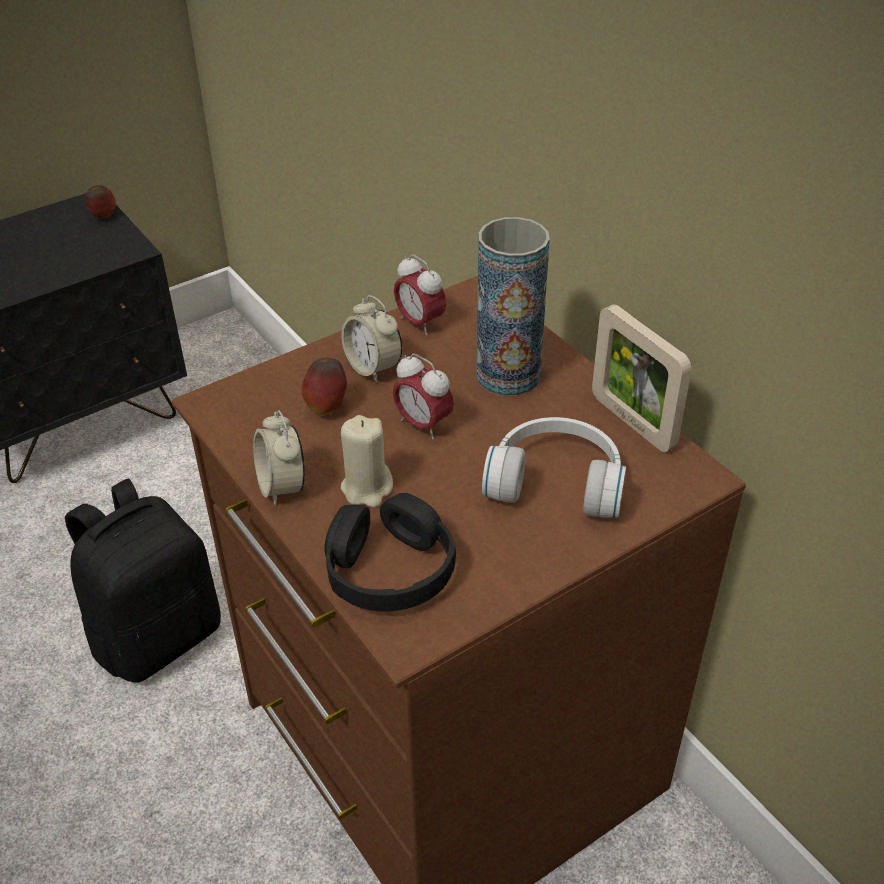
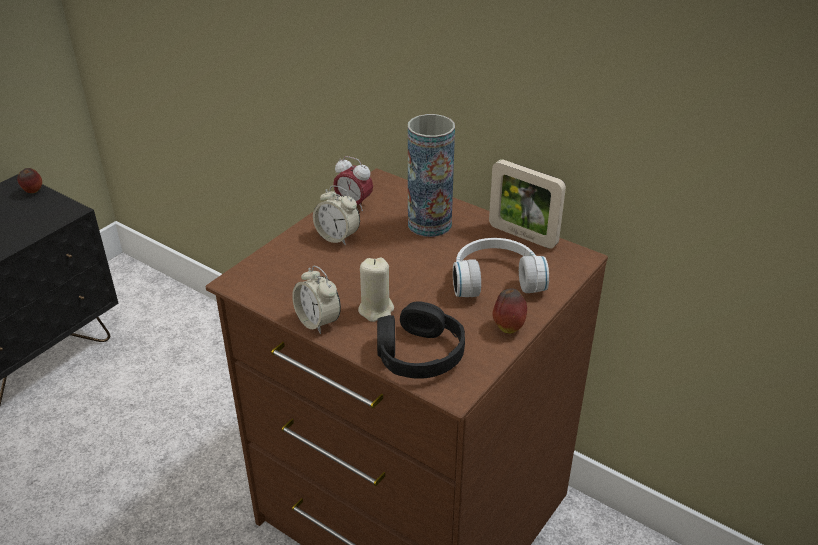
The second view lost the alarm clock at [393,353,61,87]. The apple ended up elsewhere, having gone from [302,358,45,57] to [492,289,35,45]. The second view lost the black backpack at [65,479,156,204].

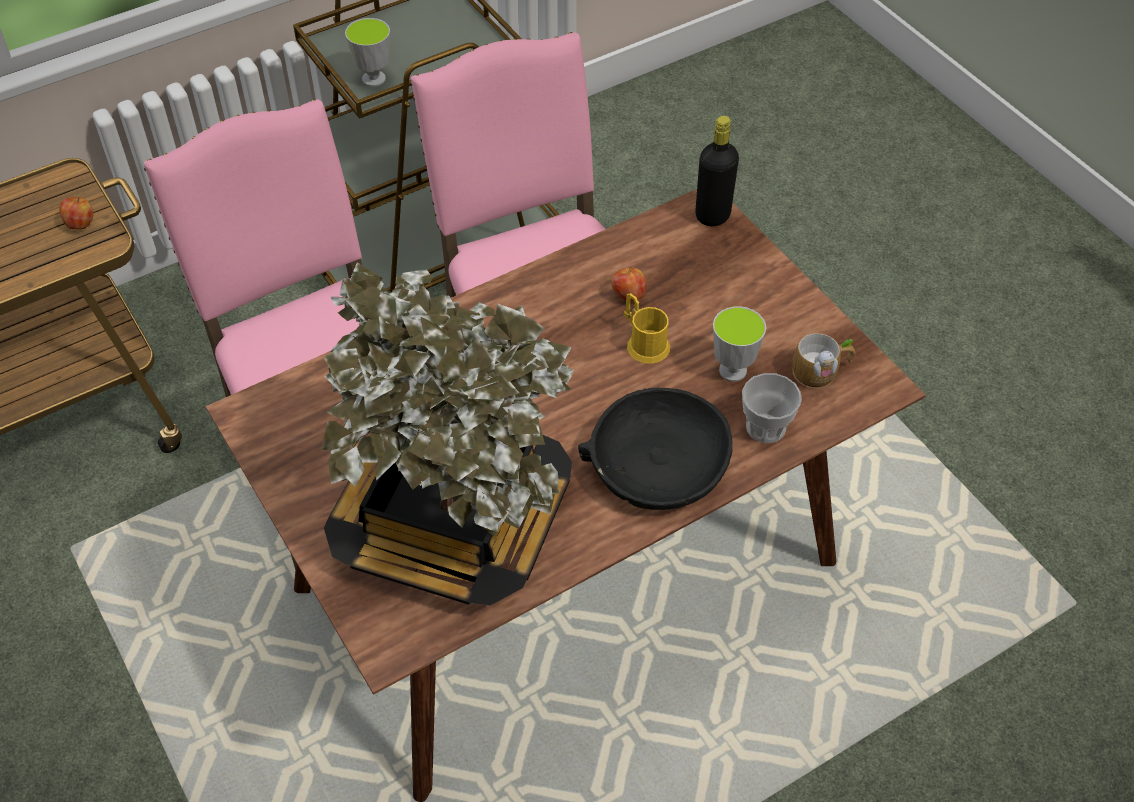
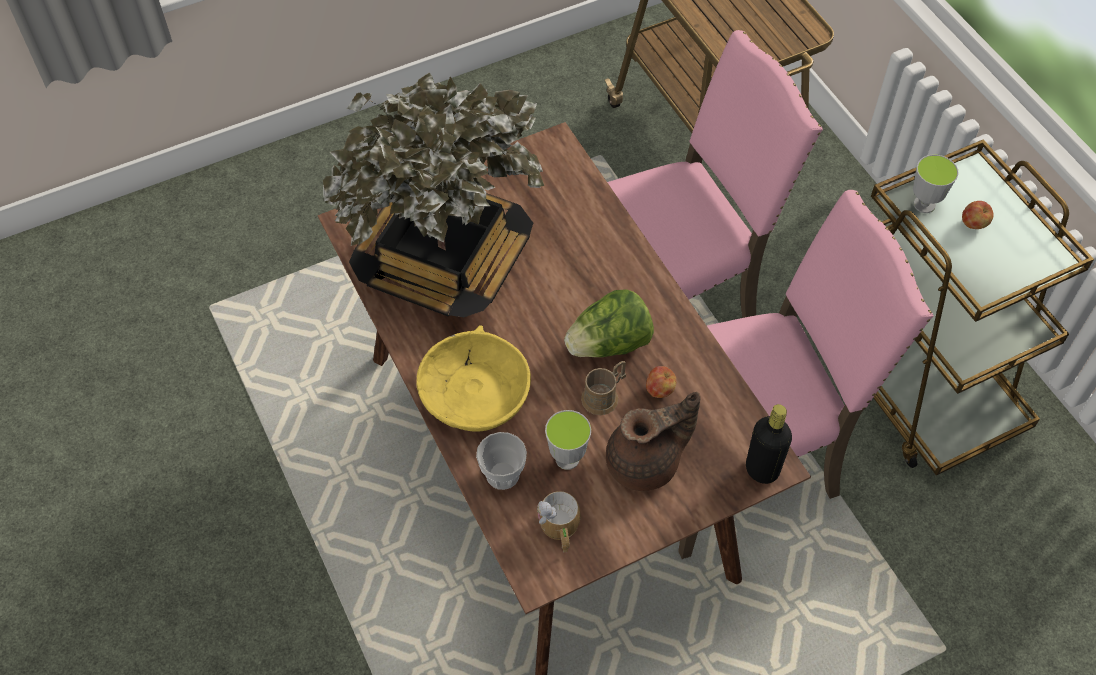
The apple ended up elsewhere, having gone from [59,197,35,32] to [962,201,31,28]. What was the yellow mug at [624,293,46,71] turned into the brown mug at [581,361,45,54]. What was the black bowl at [578,388,155,122] turned into the yellow bowl at [416,325,115,107]. The second view gained the lettuce at [564,289,90,68]. The second view gained the brown teapot at [606,392,95,99].

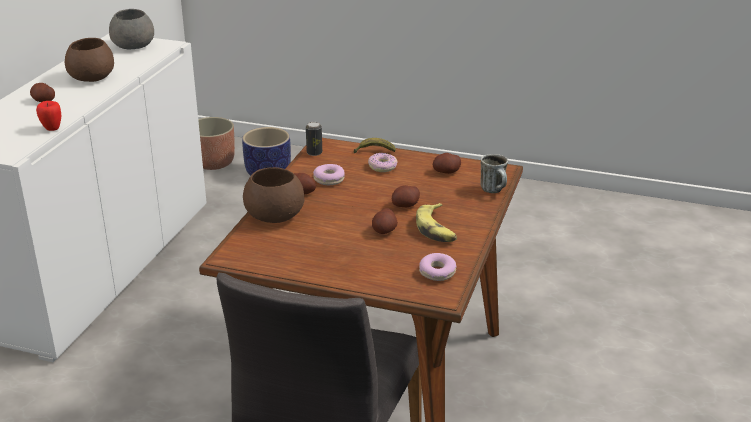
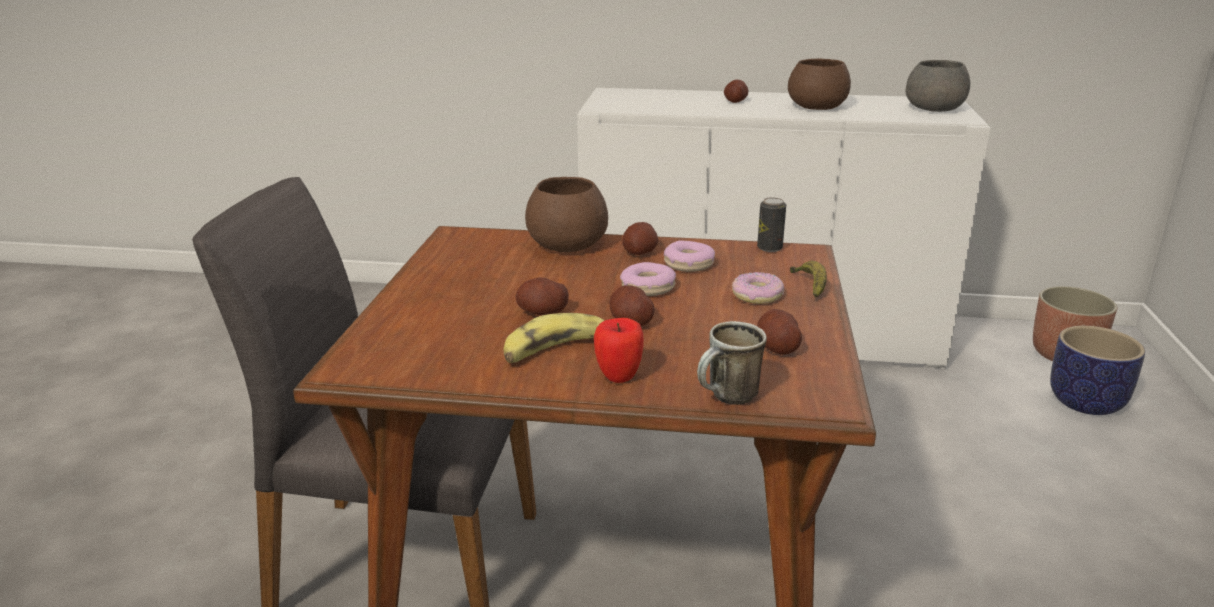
The apple ended up elsewhere, having gone from [36,101,25,30] to [594,318,50,65]. The donut ended up elsewhere, having gone from [419,253,37,28] to [620,262,56,34].

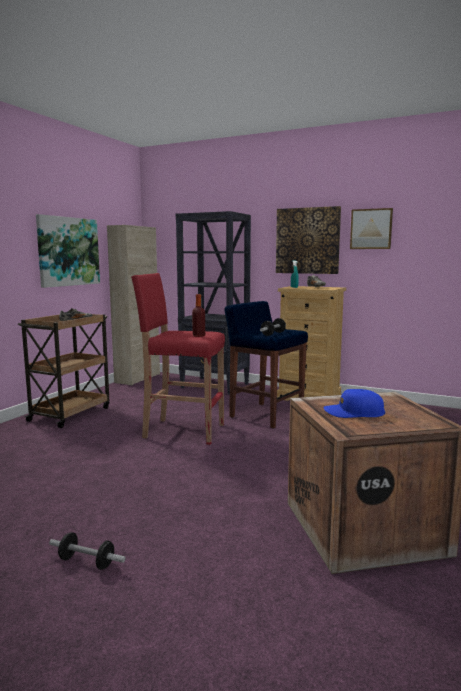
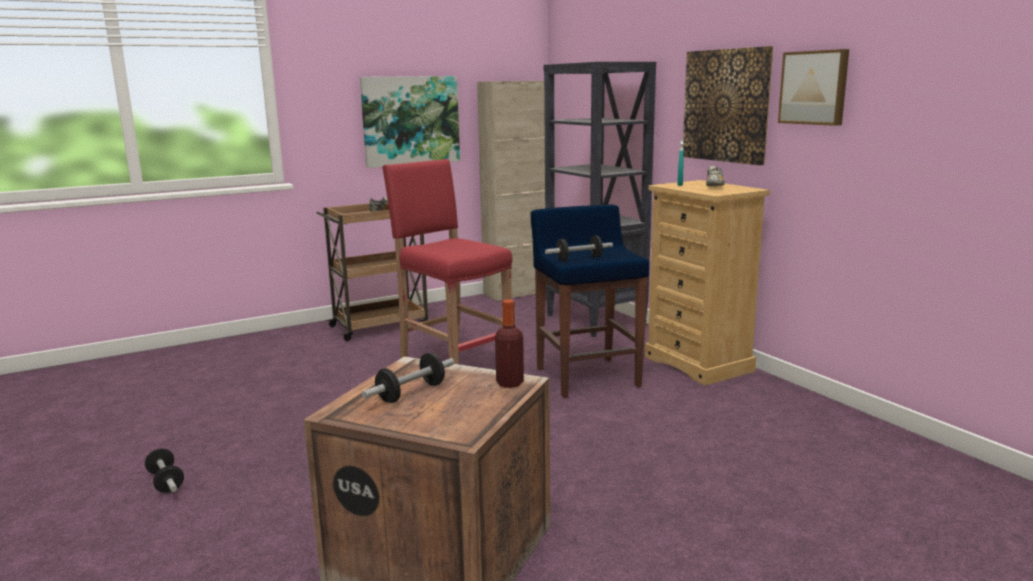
The bottle ended up elsewhere, having gone from [192,294,13,43] to [495,299,29,89]. Where the blue cap stood at [323,389,62,29], the dumbbell came to stand at [362,353,92,50].

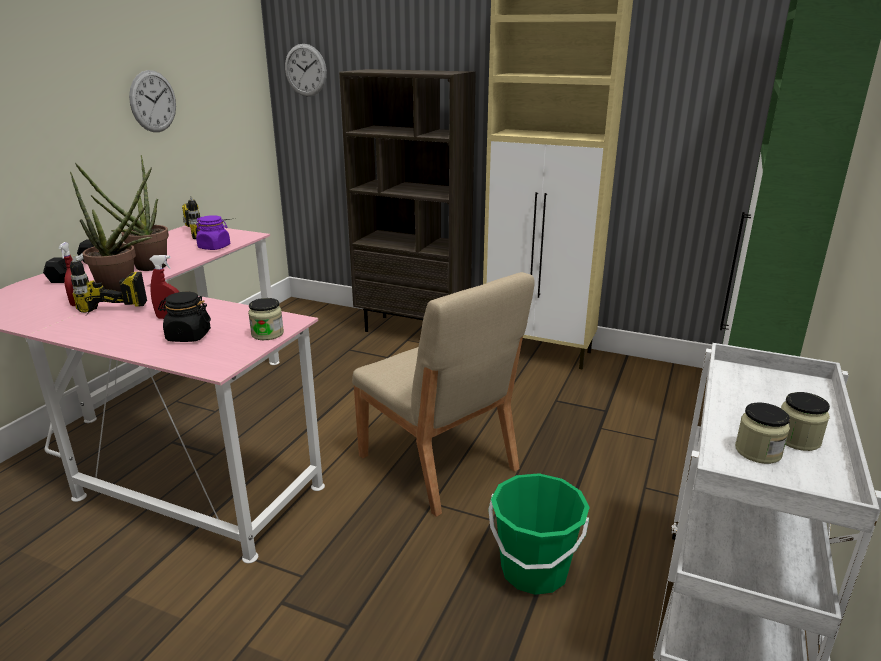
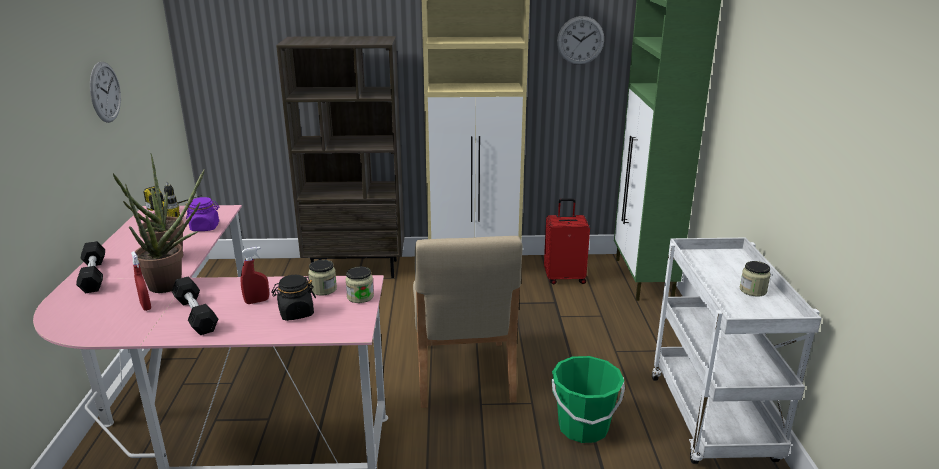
The wall clock ended up elsewhere, having gone from [285,44,42,52] to [557,16,47,49]. Where the power drill stood at [70,256,77,57], the black dumbbell came to stand at [172,276,46,59]. The beige chair at [352,272,183,245] ended up facing another way, 60 degrees clockwise from before. The jar ended up elsewhere, having gone from [735,403,55,61] to [308,260,29,36]. The second view gained the red suitcase at [544,198,46,86].

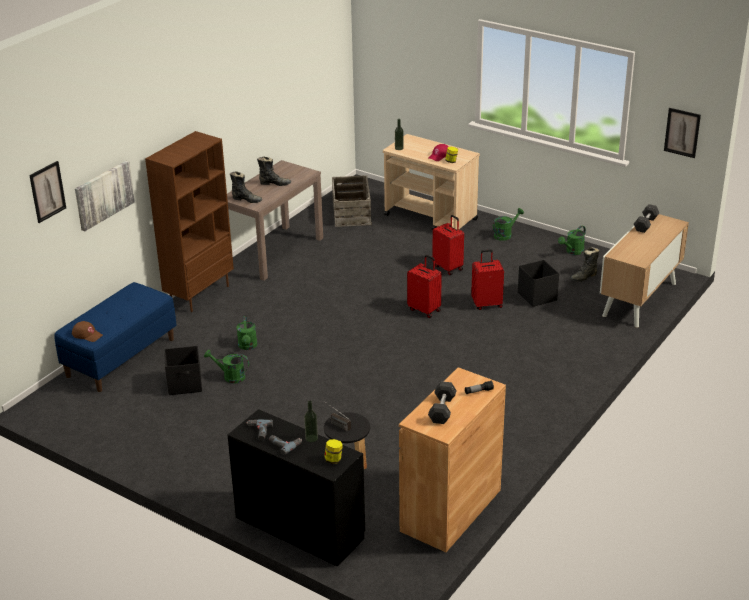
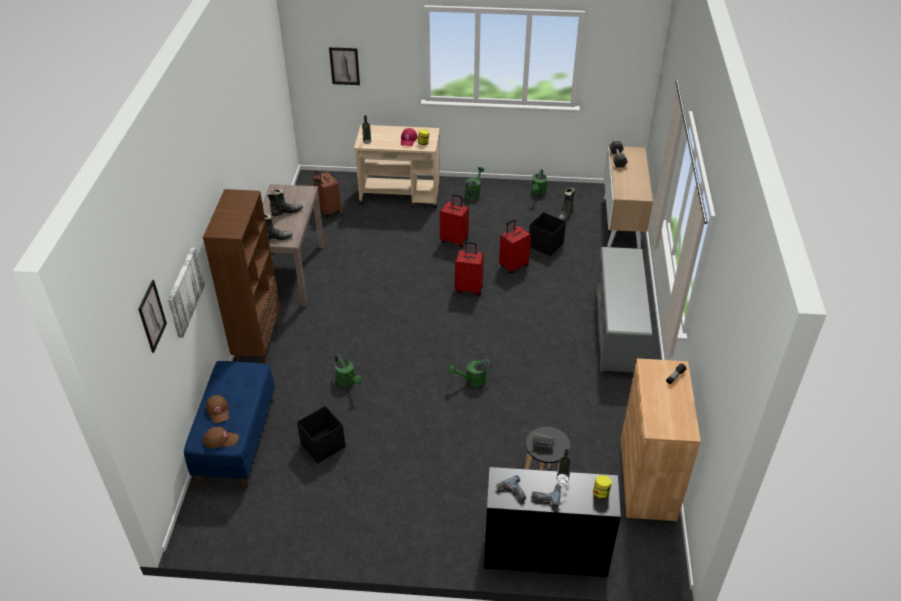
The picture ended up elsewhere, having gone from [664,108,37,50] to [329,47,31,38]. Where the crate stood at [332,175,40,52], the brown suitcase came to stand at [313,170,28,47]. The green watering can ended up elsewhere, having gone from [204,350,45,34] to [448,359,44,29]. The second view lost the grey dumbbell at [428,381,29,43]. The second view gained the grey shoe rack at [595,247,57,126]. The second view gained the brown cap at [206,395,23,28].

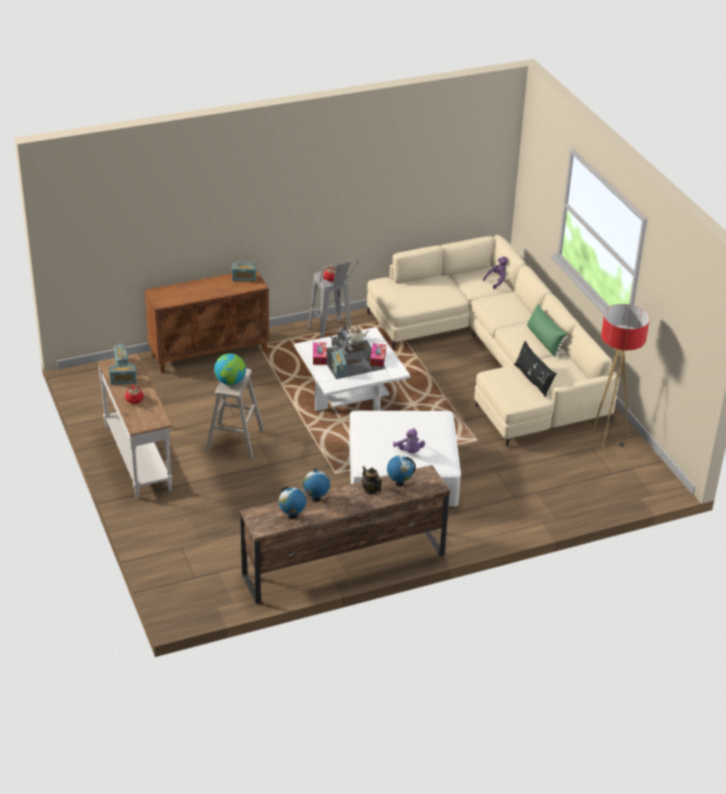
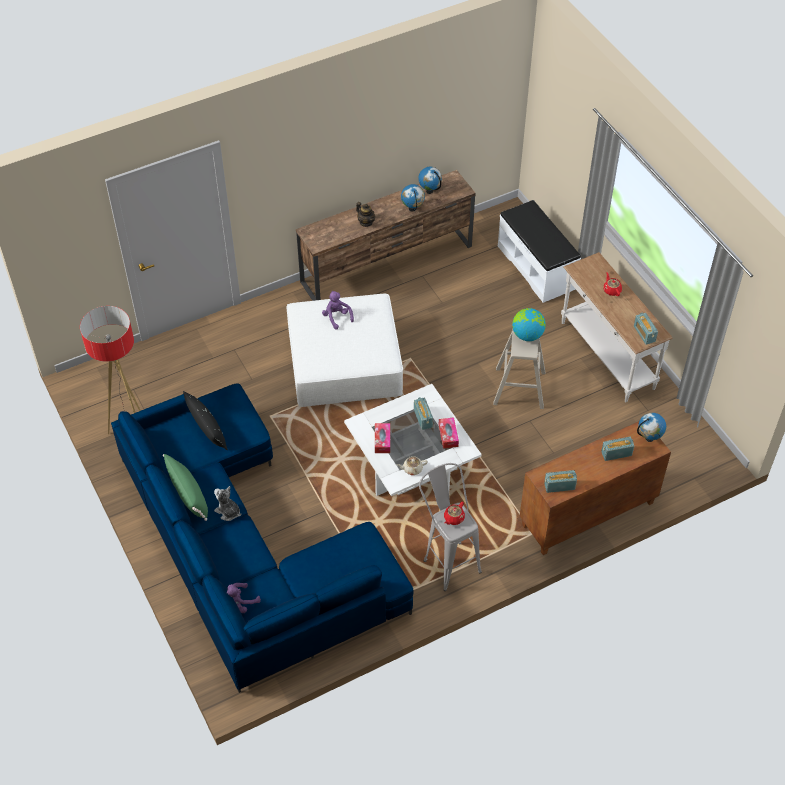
What was the beige sofa at [367,235,253,211] turned into the blue sofa at [111,383,303,310]. The plush toy ended up elsewhere, having gone from [330,325,23,30] to [214,486,27,35]. The radio ended up elsewhere, having gone from [109,363,28,22] to [601,437,33,24]. The globe ended up elsewhere, having gone from [387,455,29,32] to [637,413,29,29]. The second view gained the white bench at [498,200,83,103].

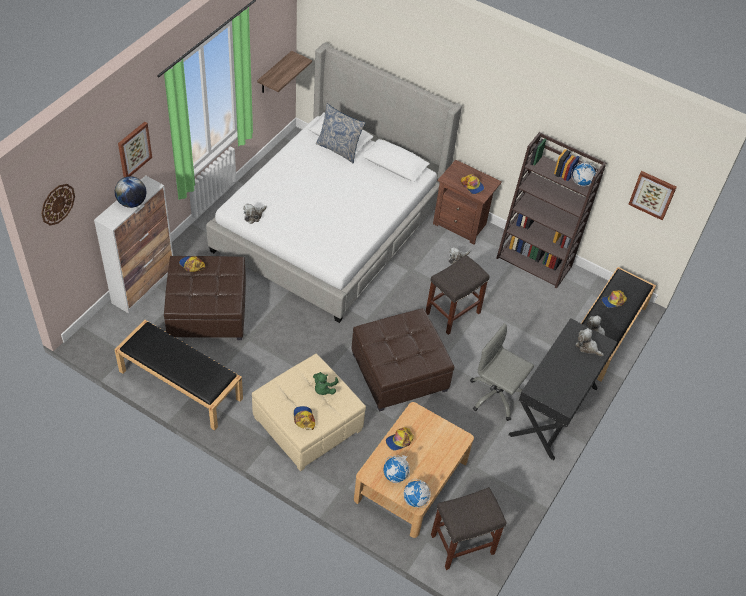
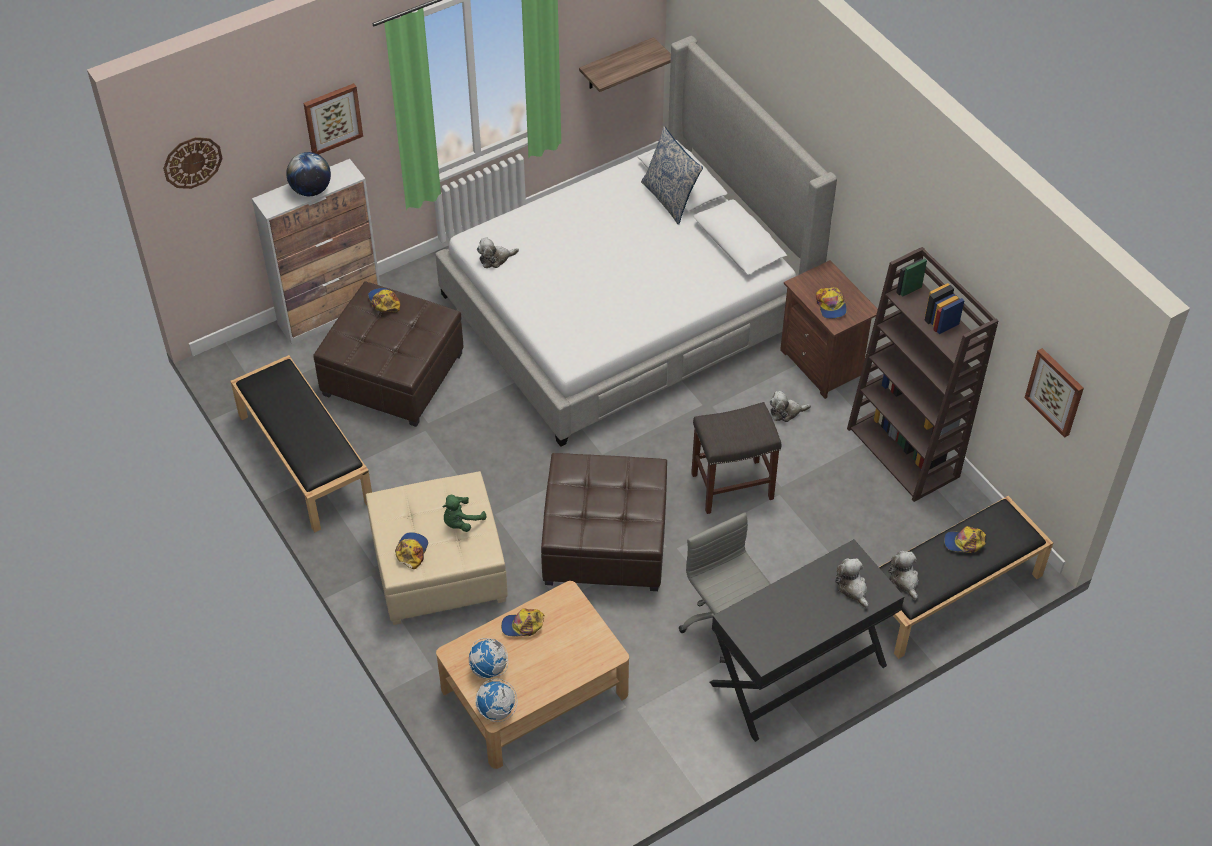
The second view lost the globe at [571,162,26,24]. The second view lost the grey stool at [431,487,75,83].

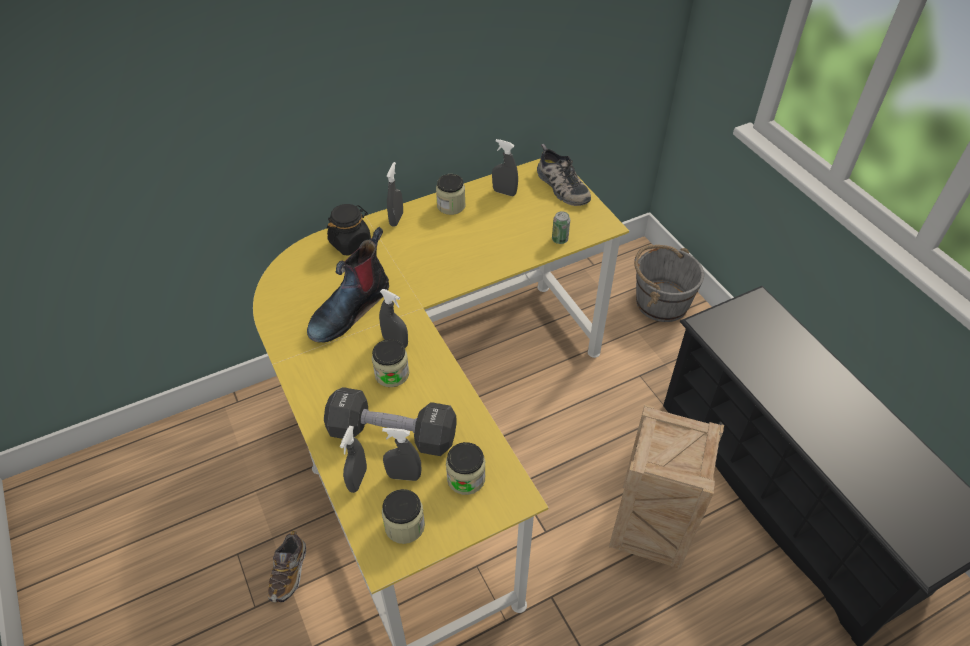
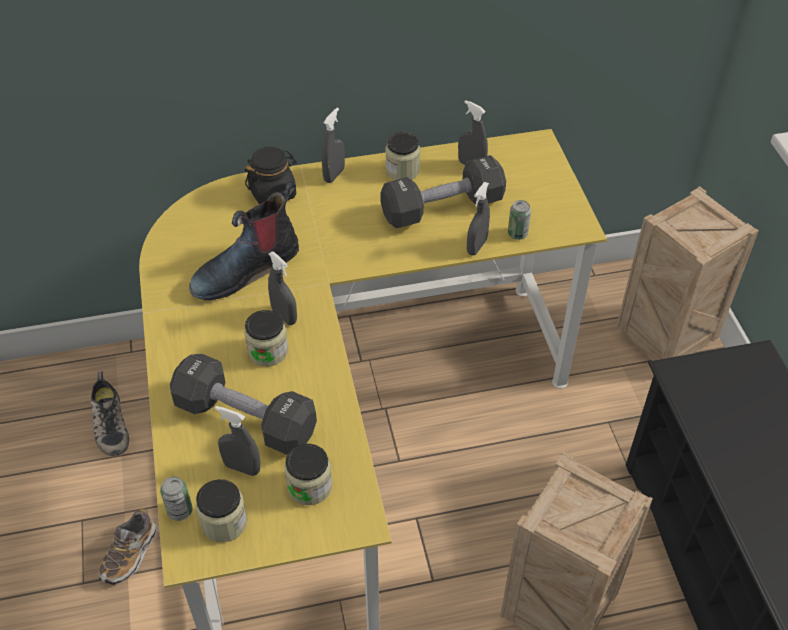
The shoe ended up elsewhere, having gone from [537,144,54,62] to [91,371,38,85]. Where the grey bucket stood at [634,245,70,77], the crate came to stand at [617,186,142,175]. The grey spray bottle ended up elsewhere, having gone from [340,426,27,67] to [467,182,23,73]. The second view gained the black dumbbell at [380,155,126,73]. The second view gained the can at [160,476,33,45].

